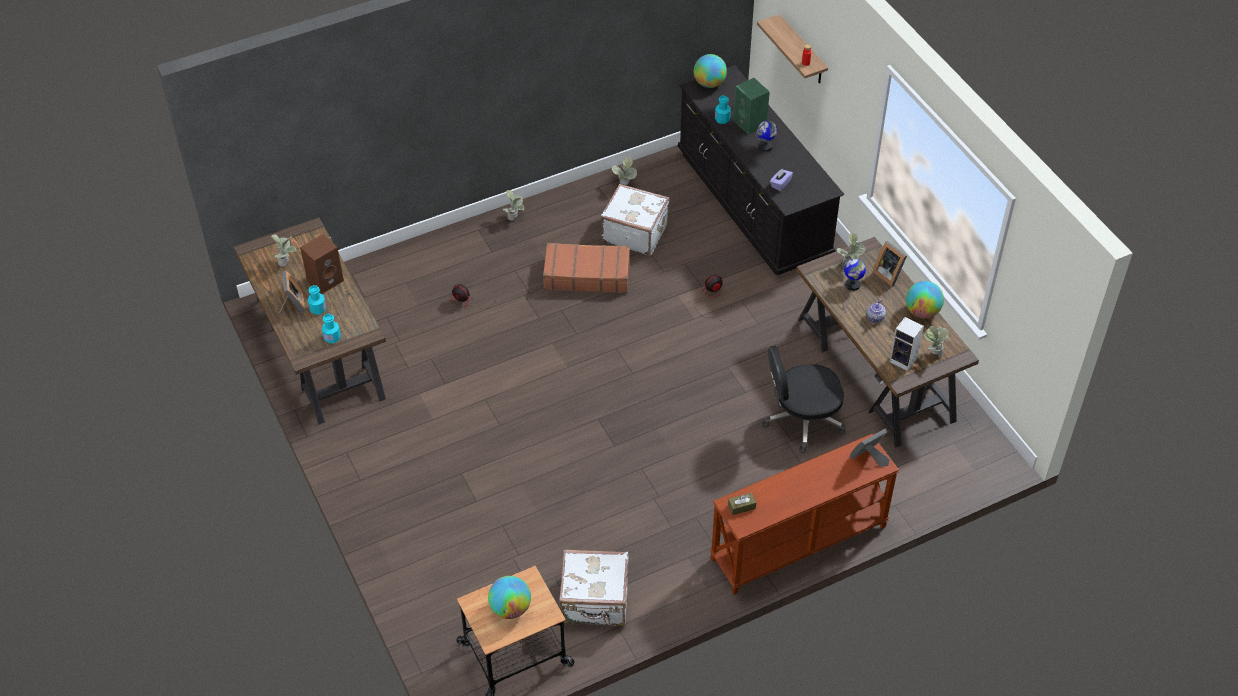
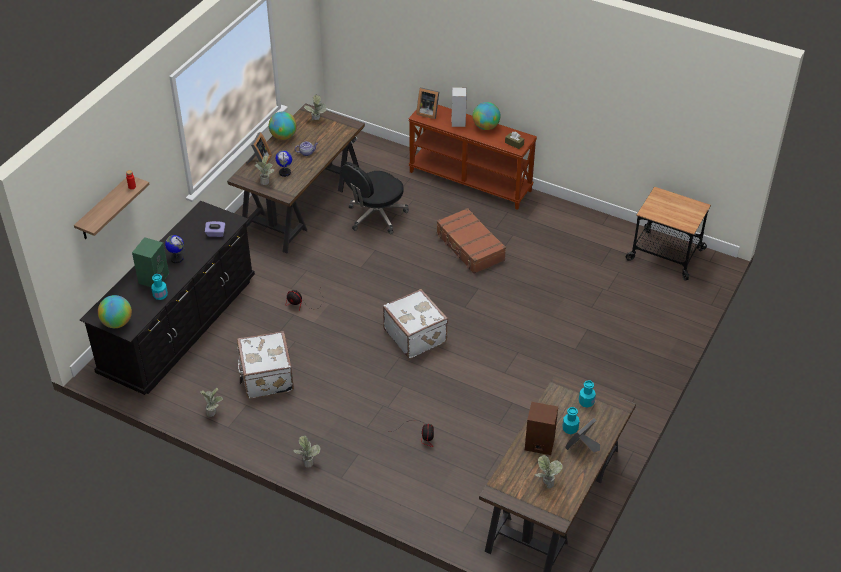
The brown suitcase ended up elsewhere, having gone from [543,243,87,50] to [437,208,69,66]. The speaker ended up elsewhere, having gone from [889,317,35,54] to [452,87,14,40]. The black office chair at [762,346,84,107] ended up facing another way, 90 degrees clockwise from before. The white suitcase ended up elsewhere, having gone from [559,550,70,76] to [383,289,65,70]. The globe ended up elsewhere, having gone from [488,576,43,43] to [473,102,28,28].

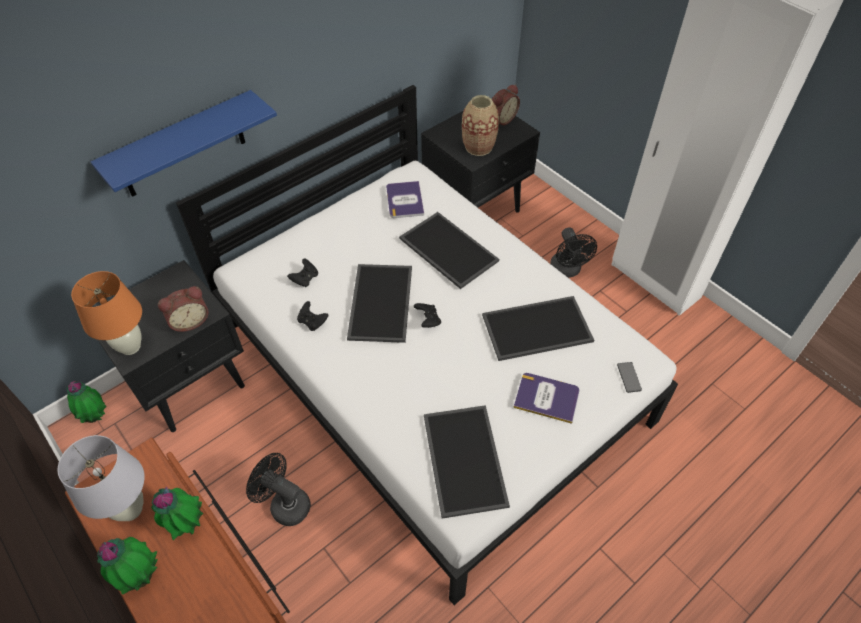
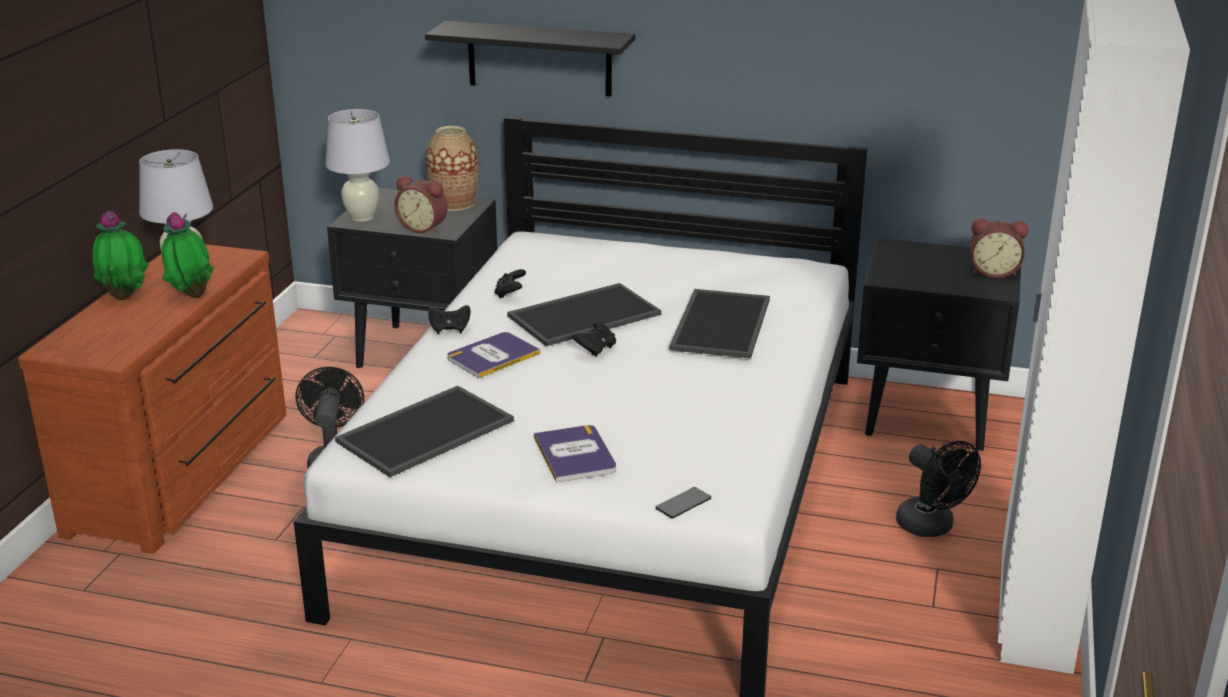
What was the blue shelf at [91,90,186,107] turned into the black shelf at [425,21,210,75]. The vase ended up elsewhere, having gone from [462,95,37,61] to [426,126,53,85]. The book ended up elsewhere, having gone from [386,181,38,37] to [447,332,94,46]. The black fan at [550,227,47,51] ended up facing another way, 75 degrees counterclockwise from before. The black game controller ended up elsewhere, having gone from [287,259,31,28] to [428,305,42,29]. What was the orange table lamp at [71,271,71,84] turned into the white table lamp at [325,109,65,113]. The second view lost the tray at [482,296,112,65]. The second view lost the potted plant at [66,381,40,42].

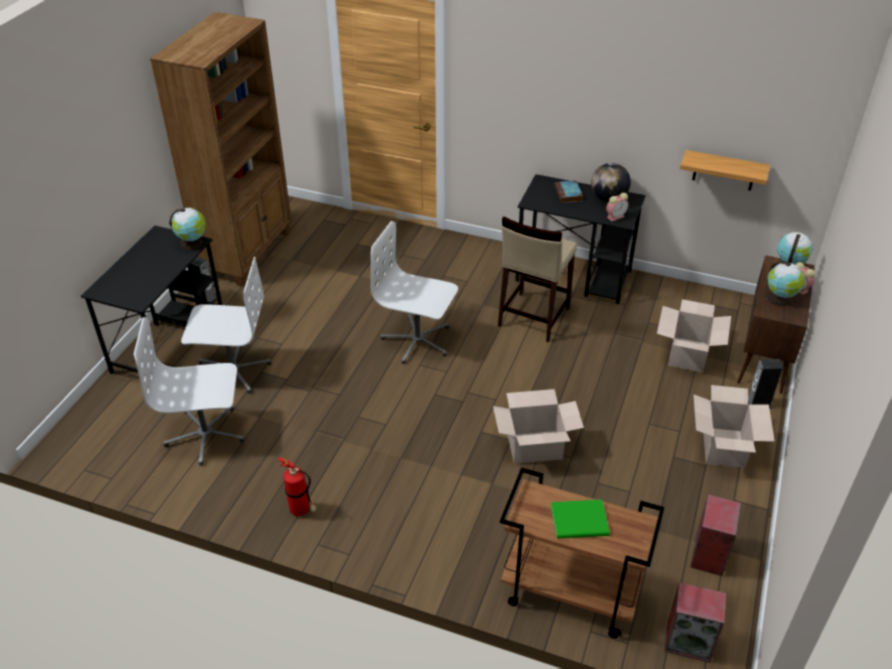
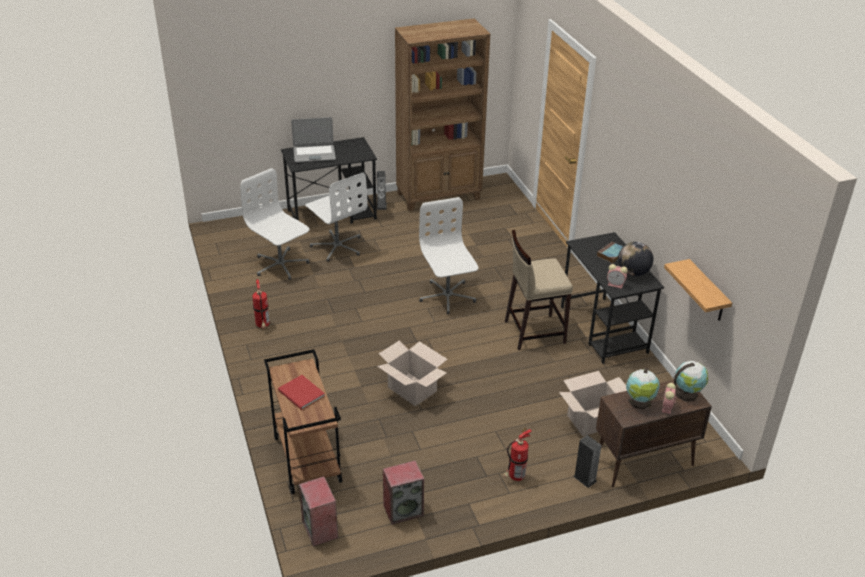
The second view lost the globe at [169,208,37,43]. Where the cardboard box stood at [693,385,82,83], the fire extinguisher came to stand at [503,428,29,53]. What was the green book at [551,500,59,39] turned into the red book at [278,375,47,35]. The second view gained the laptop at [291,117,45,45].

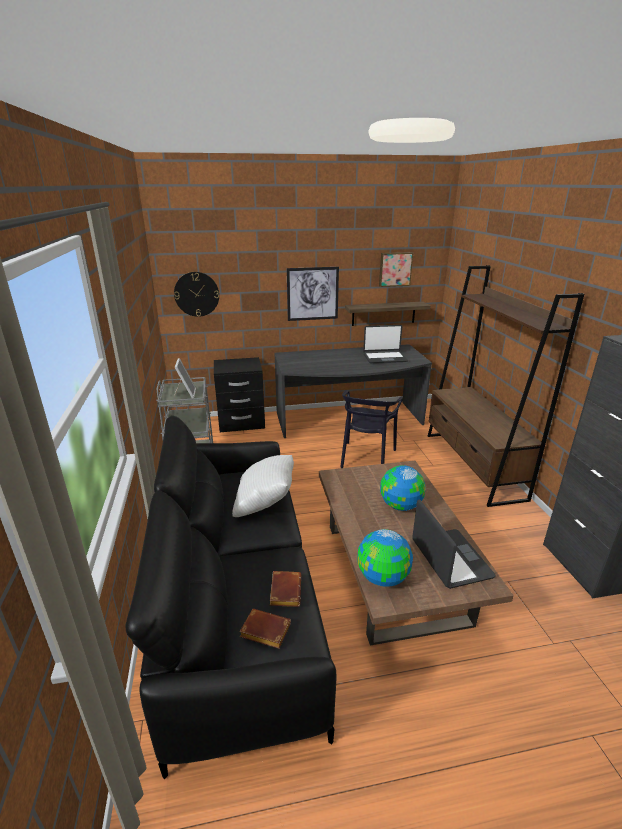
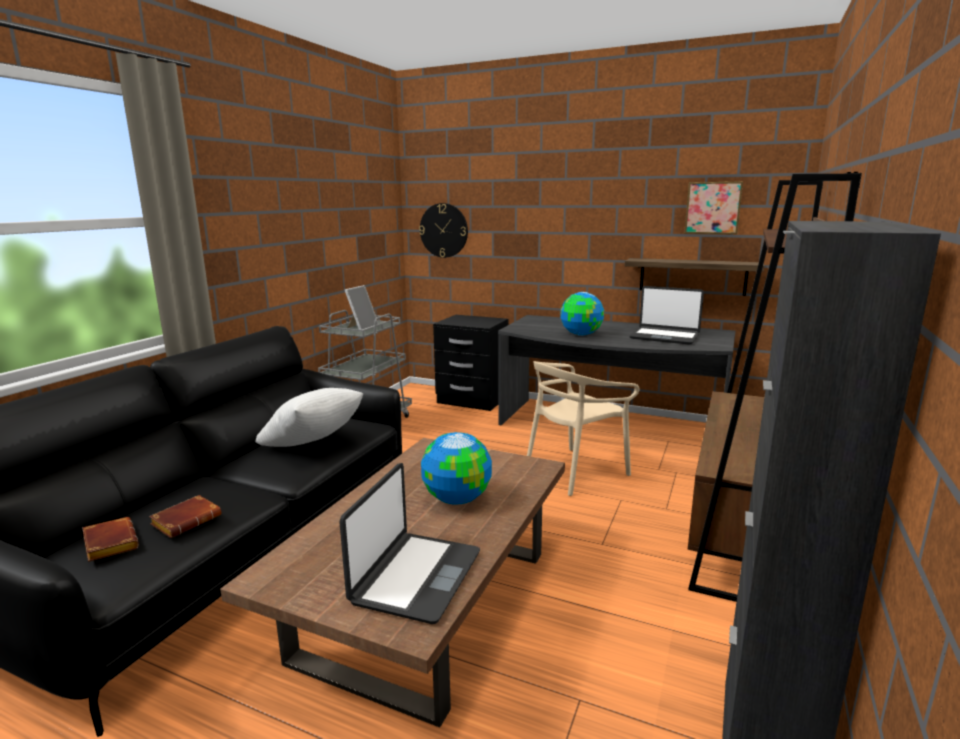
The second view lost the picture at [287,267,52,54]. What was the black chair at [340,390,63,78] turned into the beige chair at [527,361,112,135]. The globe ended up elsewhere, having gone from [357,529,56,58] to [560,292,44,44].

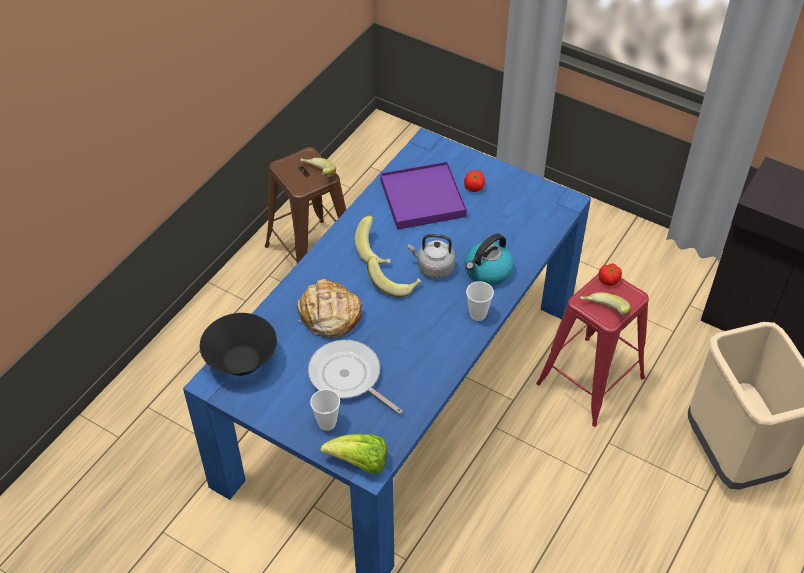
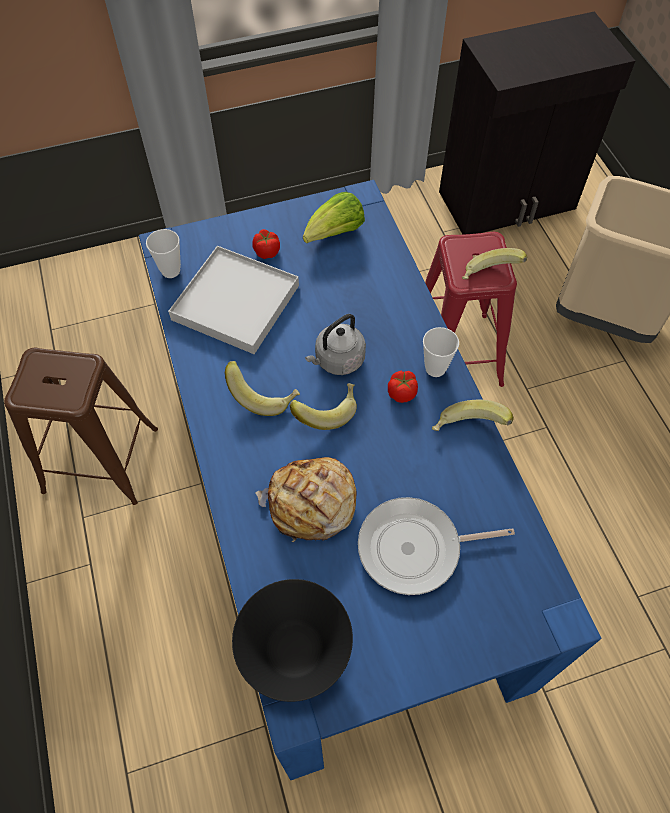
The banana ended up elsewhere, having gone from [300,158,36,19] to [432,399,82,32]. What was the purple tray at [380,161,87,69] turned into the white tray at [168,246,131,108]. The second view lost the kettle at [464,234,50,51]. The tomato ended up elsewhere, having gone from [599,264,23,22] to [388,371,30,32]. The cup ended up elsewhere, having gone from [310,389,30,42] to [146,229,35,49]. The lettuce ended up elsewhere, having gone from [320,434,67,39] to [303,192,62,52].

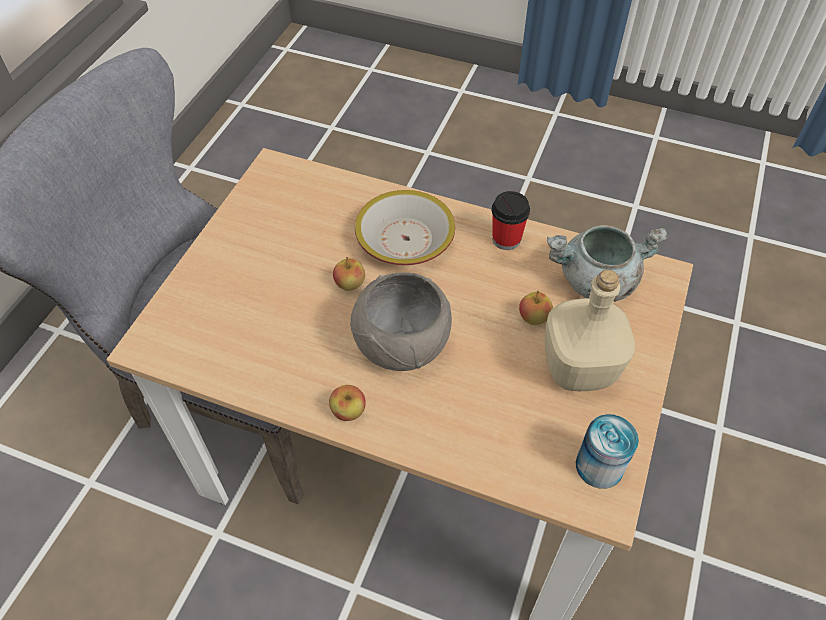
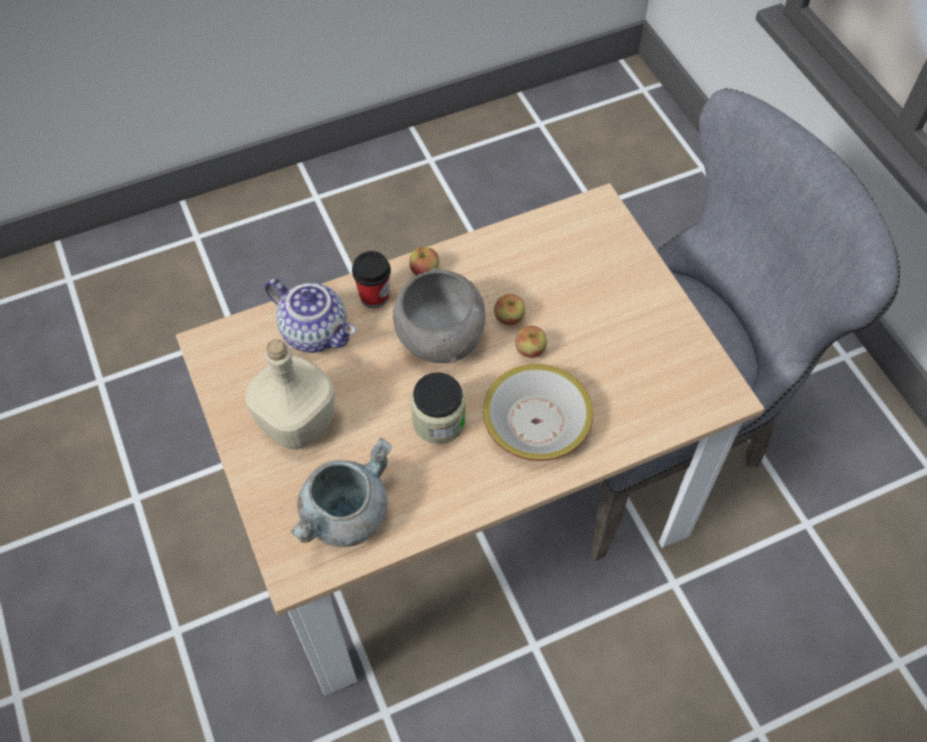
The cup ended up elsewhere, having gone from [492,191,38,59] to [352,251,39,57]. The apple ended up elsewhere, having gone from [519,291,34,34] to [494,294,31,32]. The second view lost the can at [576,414,63,75]. The second view gained the teapot at [265,278,91,75]. The second view gained the jar at [411,372,55,72].

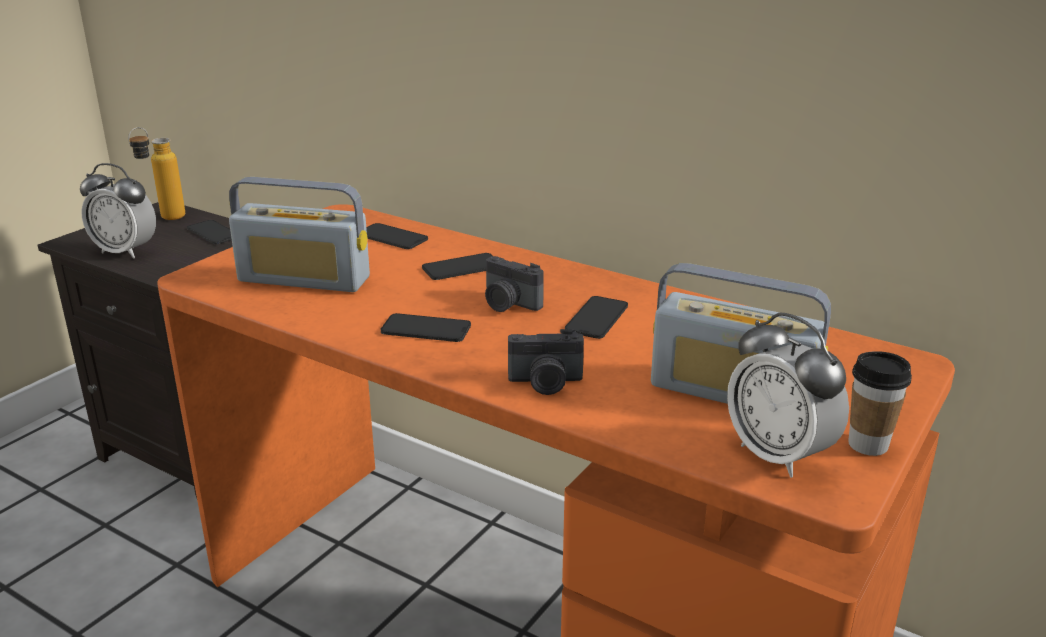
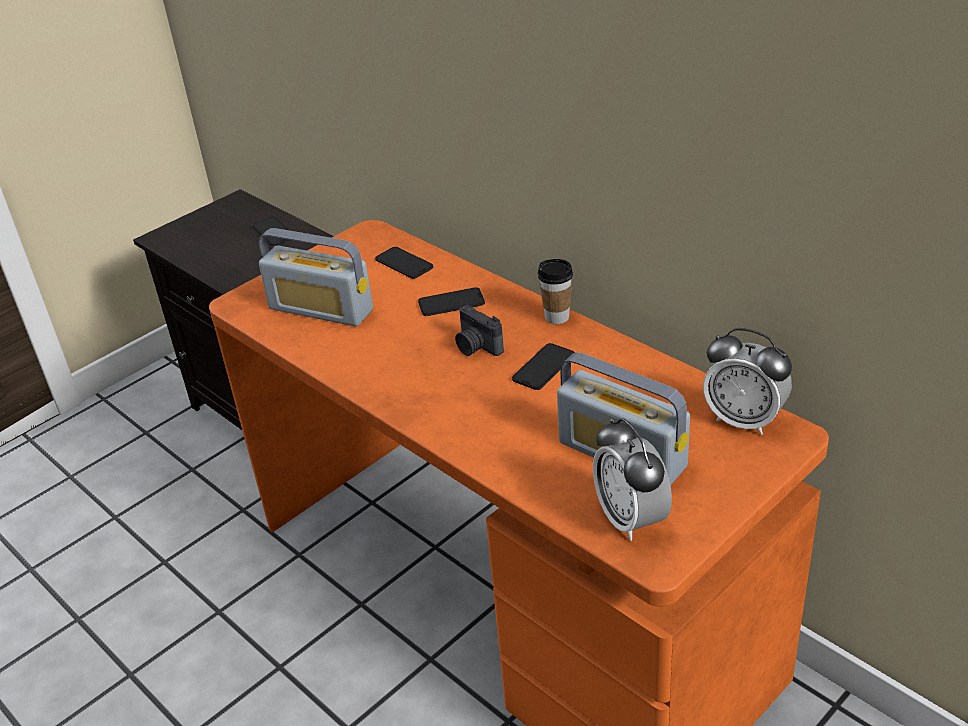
The second view lost the bottle at [128,127,57,93]. The alarm clock ended up elsewhere, having gone from [80,163,76,96] to [703,328,89,107]. The second view lost the phone at [381,313,90,29]. The second view lost the photo camera at [508,329,76,66]. The cup ended up elsewhere, having gone from [848,351,64,105] to [538,259,35,65].

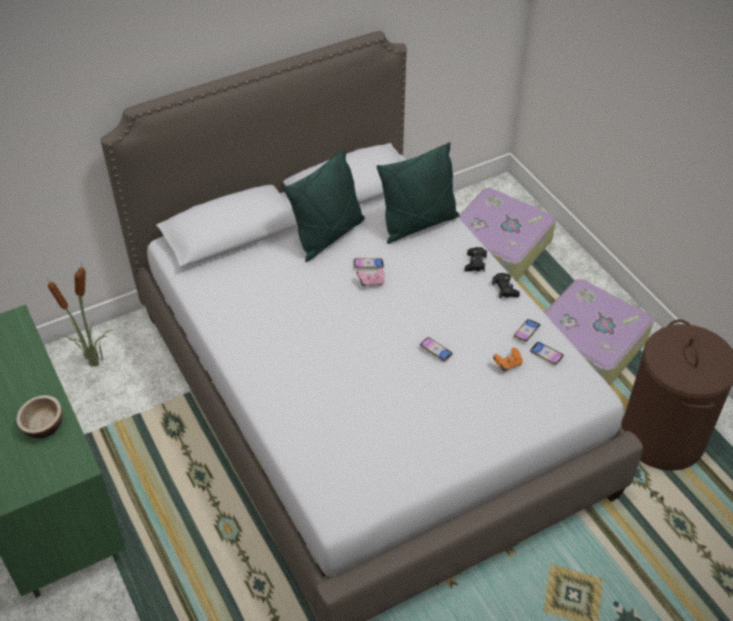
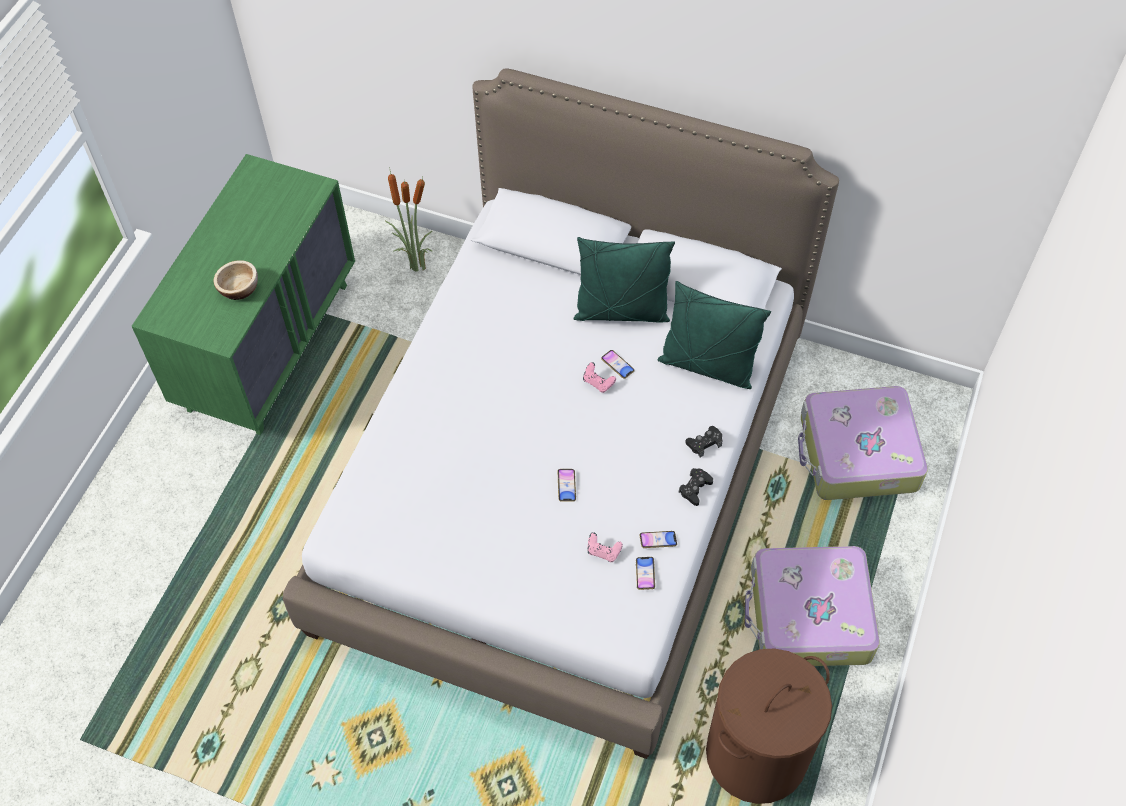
What was the orange game controller at [493,348,30,23] turned into the pink game controller at [587,532,36,30].

